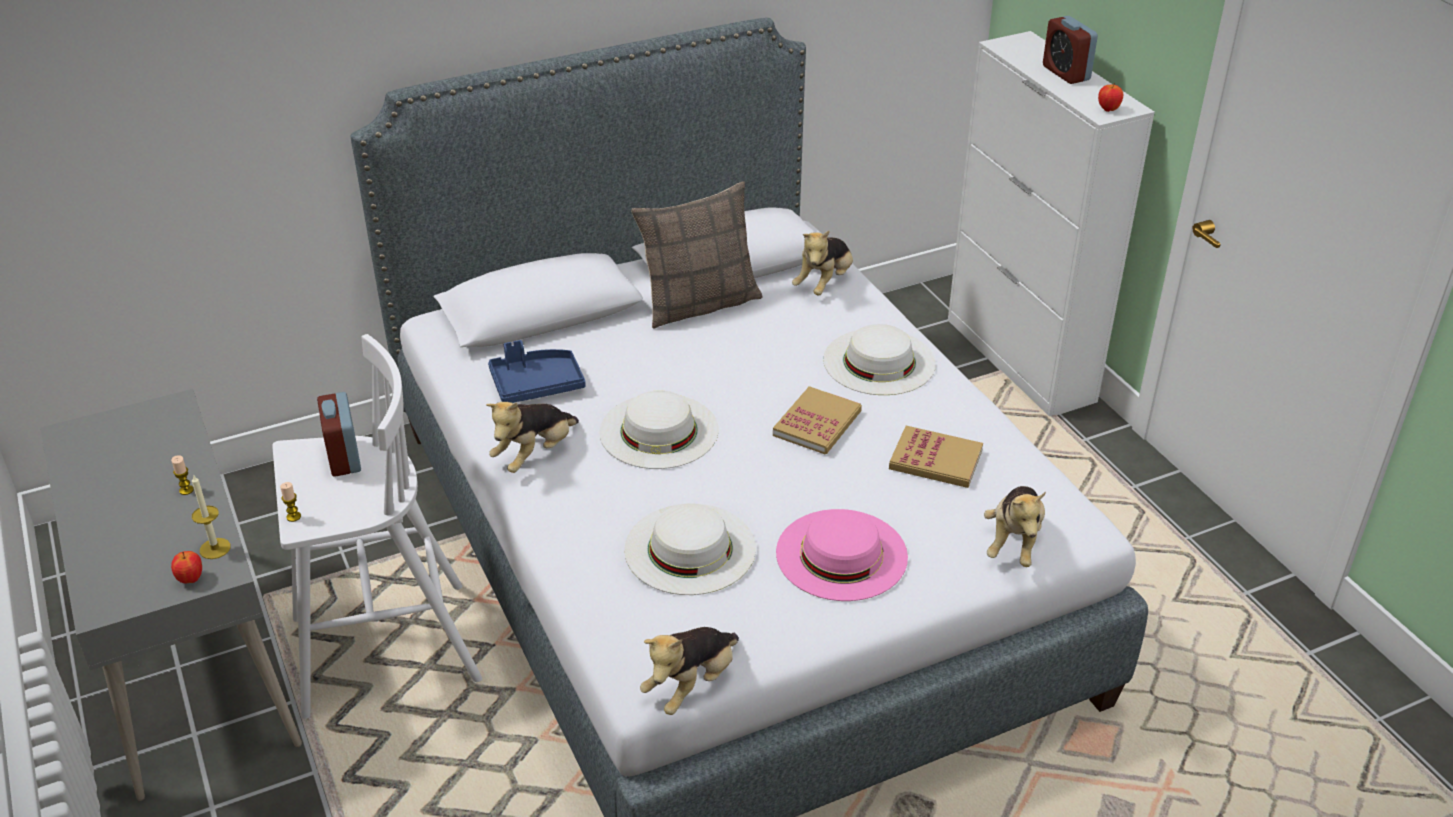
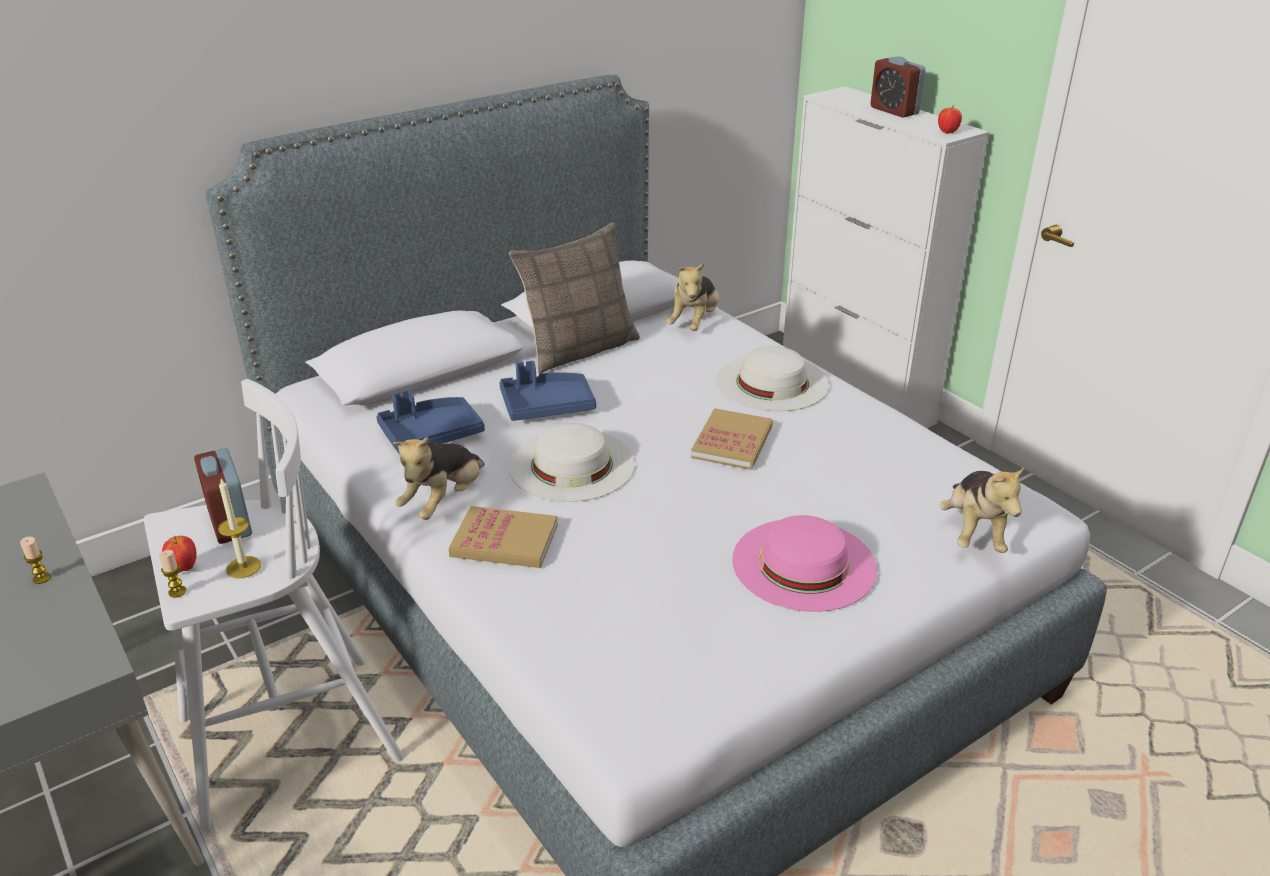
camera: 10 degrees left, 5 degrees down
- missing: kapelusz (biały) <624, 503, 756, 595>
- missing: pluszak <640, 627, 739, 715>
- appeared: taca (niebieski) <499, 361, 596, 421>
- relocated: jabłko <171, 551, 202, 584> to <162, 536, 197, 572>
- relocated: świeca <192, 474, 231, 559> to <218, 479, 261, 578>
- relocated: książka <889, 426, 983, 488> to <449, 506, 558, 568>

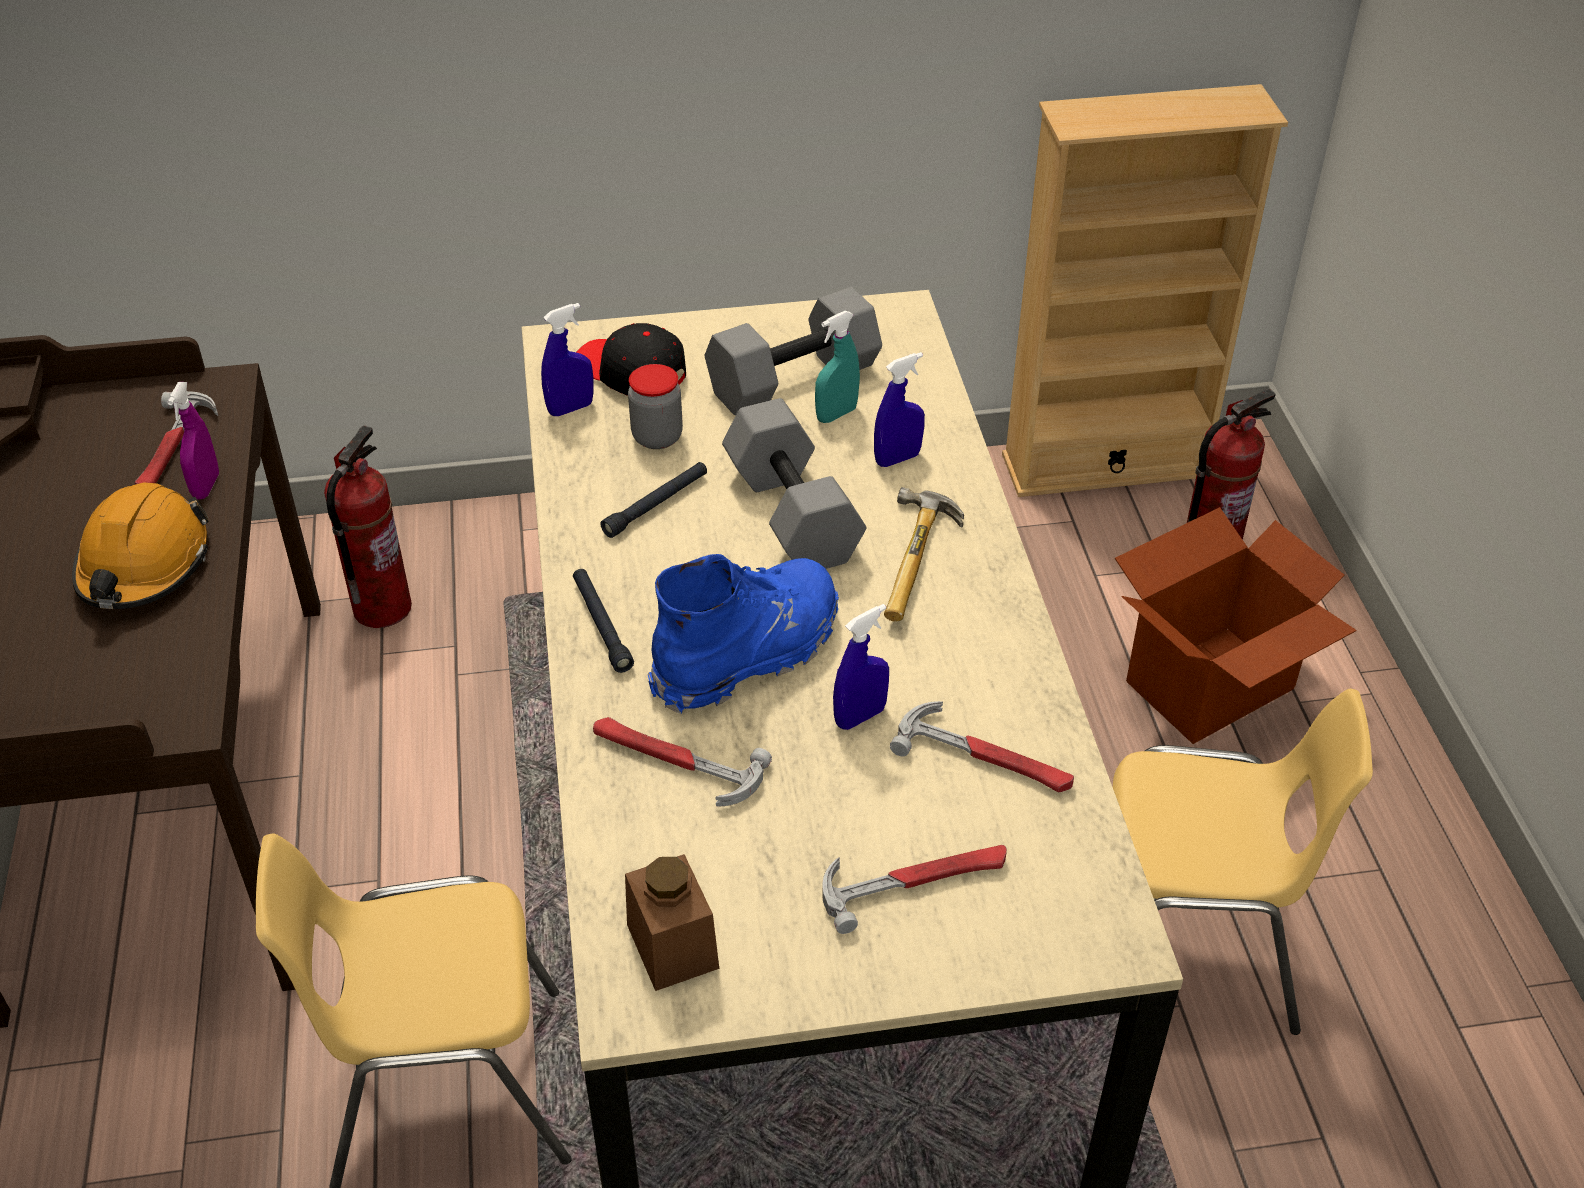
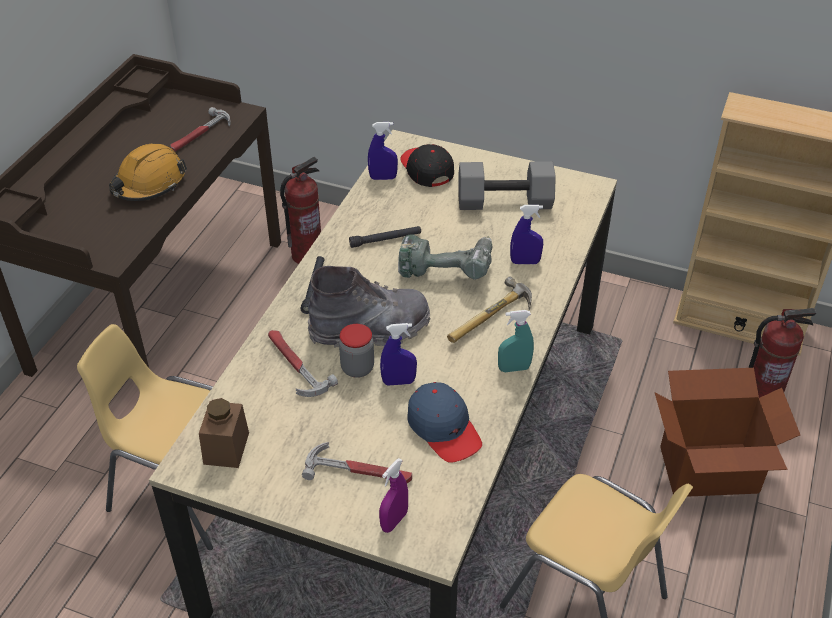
camera: 30 degrees right, 0 degrees up
- relocated: spryskiwacz (fioletowy) <168, 382, 219, 500> to <379, 458, 408, 533>
- relocated: słoik <628, 364, 683, 449> to <339, 324, 374, 378>
- relocated: spryskiwacz (turkusowy) <815, 311, 860, 423> to <498, 310, 534, 372>
- exchanged: hantel (szary) <722, 398, 867, 569> to wiertarka <398, 234, 492, 280>
- exchanged: młotek <890, 701, 1074, 792> to czapka z daszkiem (niebieski) <407, 382, 482, 463>
- colour: but z cholewką (niebieski) <648, 554, 839, 714> to but z cholewką (szary) <308, 266, 430, 348>

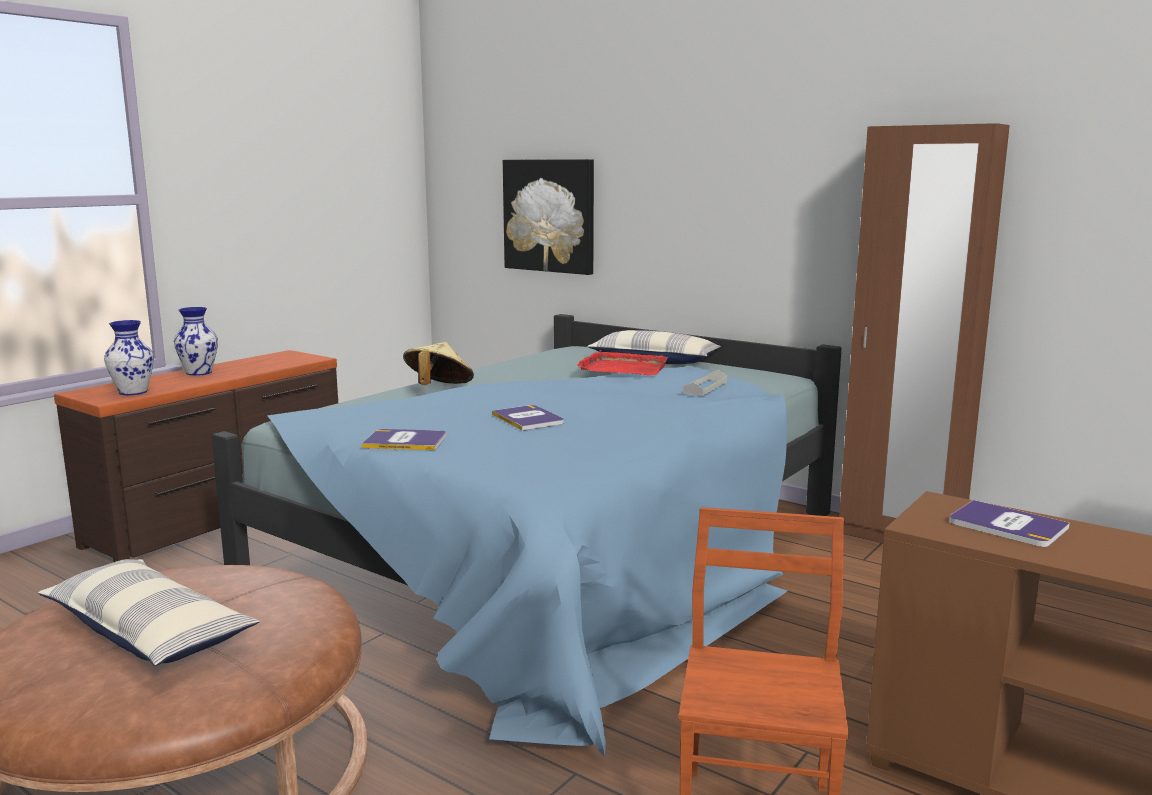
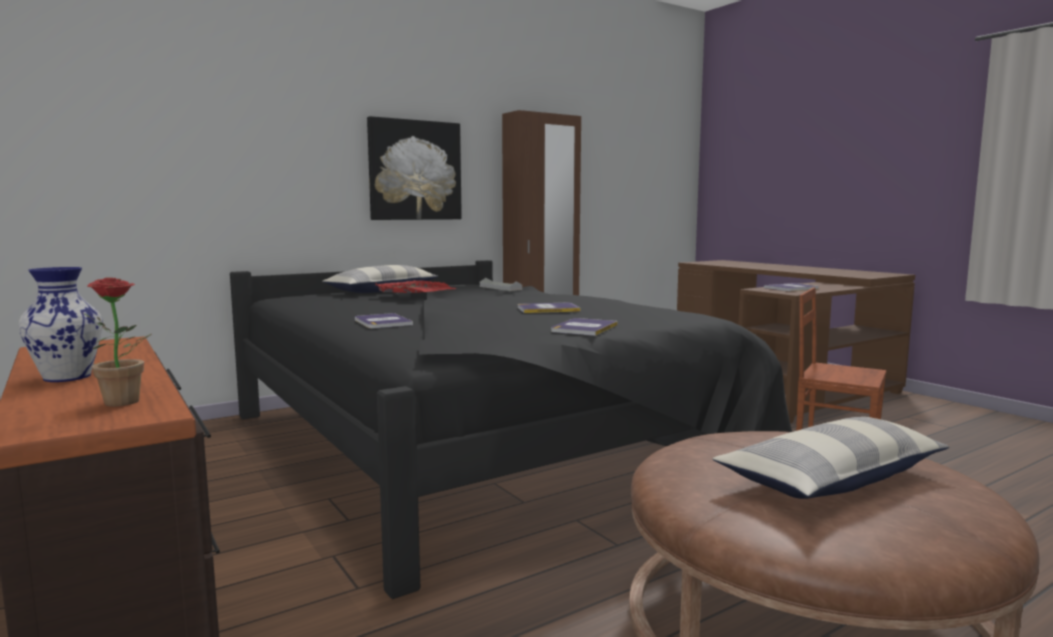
camera: 70 degrees left, 5 degrees down
- relocated: obraz <503, 159, 594, 275> to <367, 116, 462, 220>
- exchanged: wazon <104, 320, 154, 395> to roślina doniczkowa <83, 277, 151, 407>
- exchanged: kapelusz (beżowy) <403, 342, 474, 385> to książka <355, 313, 413, 328>
- colour: łóżko (niebieski) <212, 314, 842, 757> to łóżko (czarny) <230, 260, 792, 599>

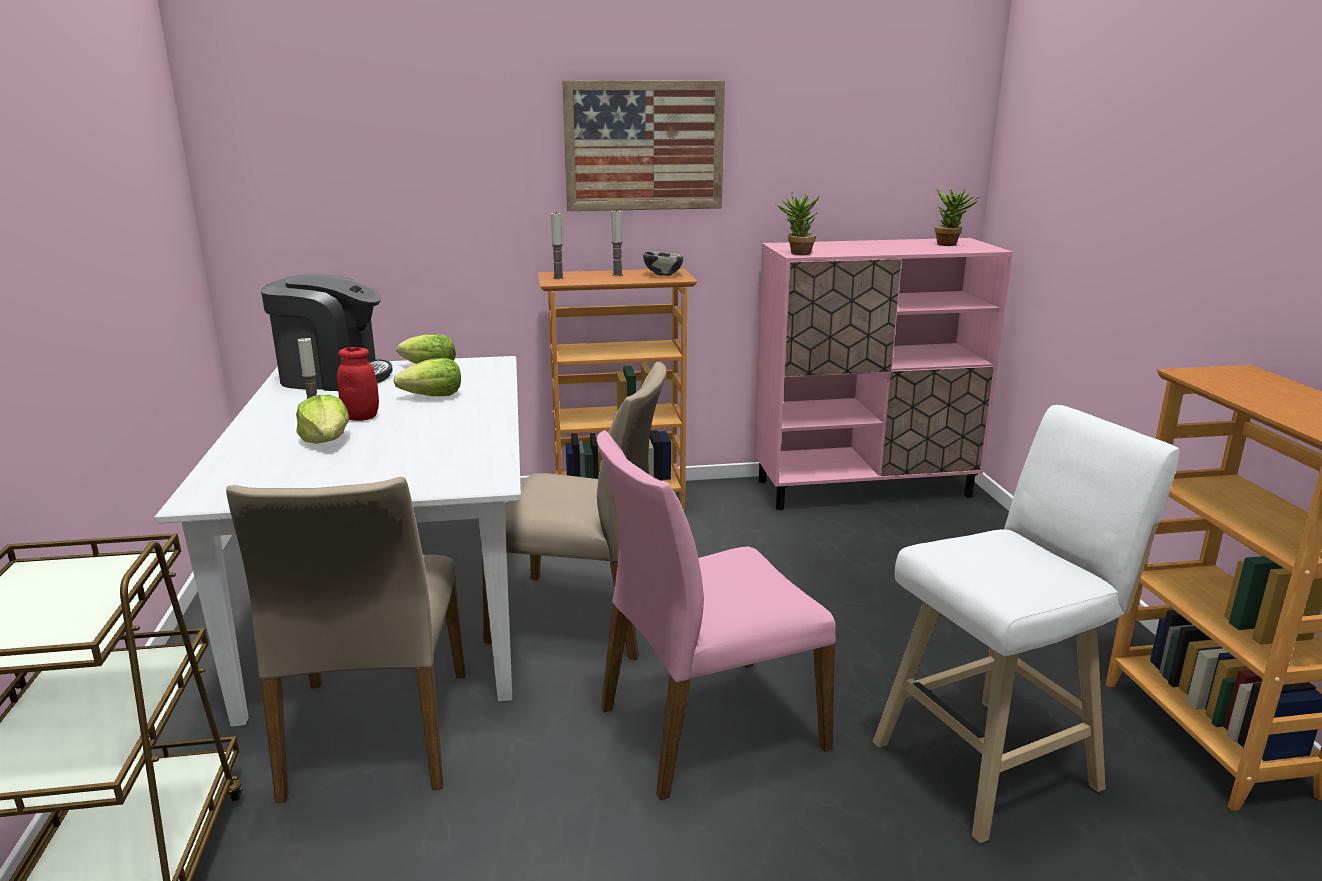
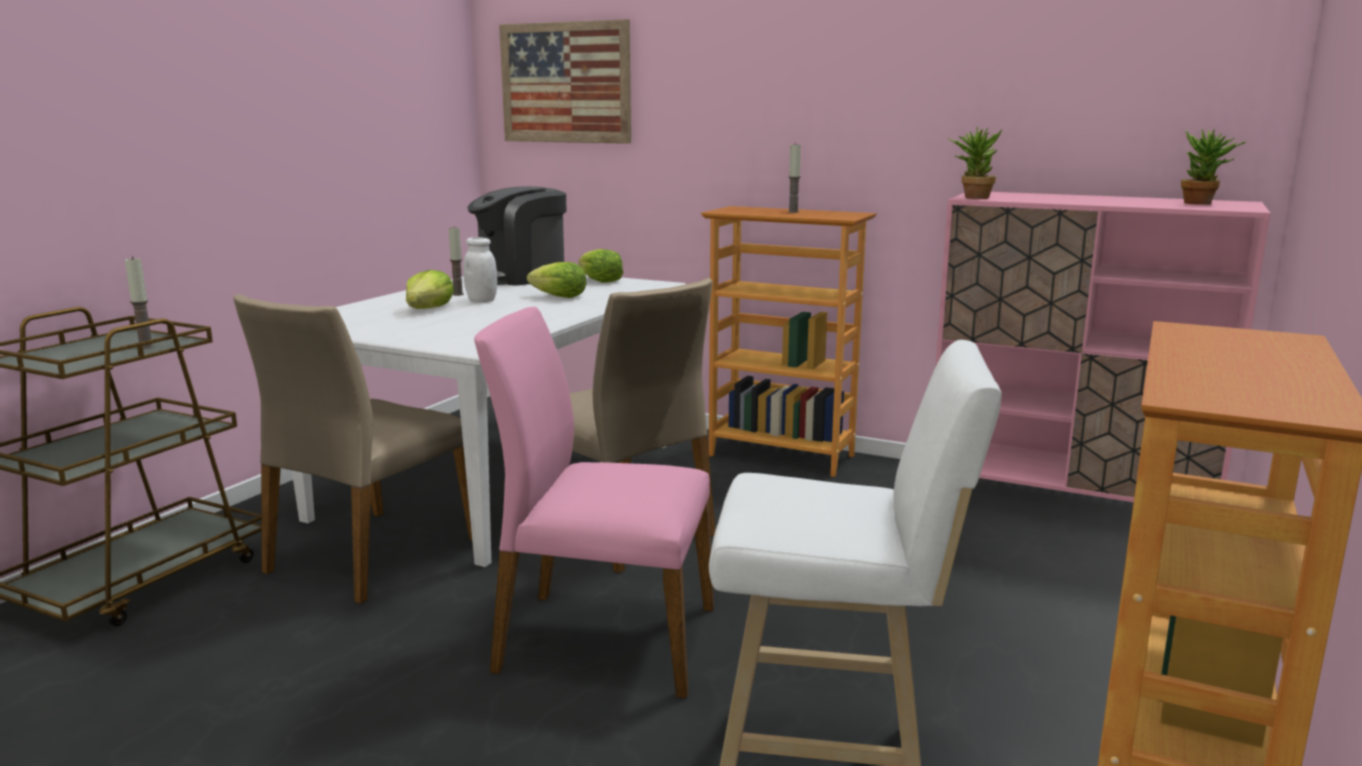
camera: 35 degrees right, 5 degrees down
- missing: miska <643, 252, 683, 276>
- relocated: świeca <551, 213, 564, 279> to <125, 256, 155, 349>
- relocated: obraz <562, 80, 725, 211> to <499, 19, 631, 144>
- colour: słoik (czerwony) <337, 347, 379, 421> to słoik (biały) <463, 237, 497, 303>
- spun: ekspres do kawy <261, 274, 392, 391> = <468, 187, 566, 286> 105 degrees clockwise

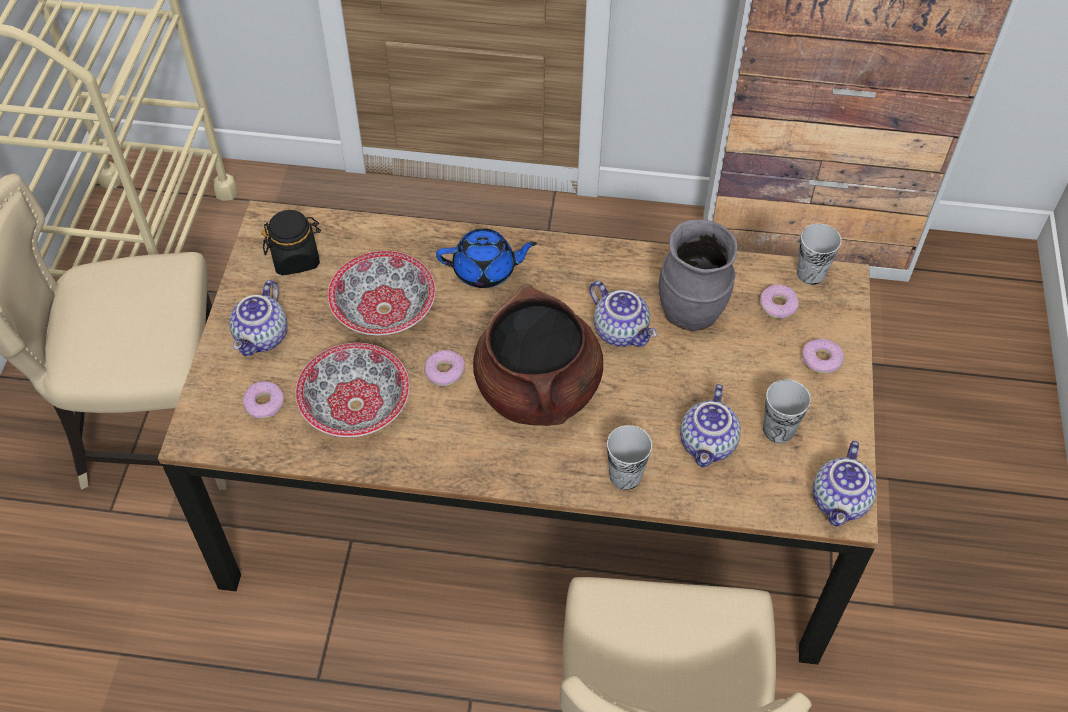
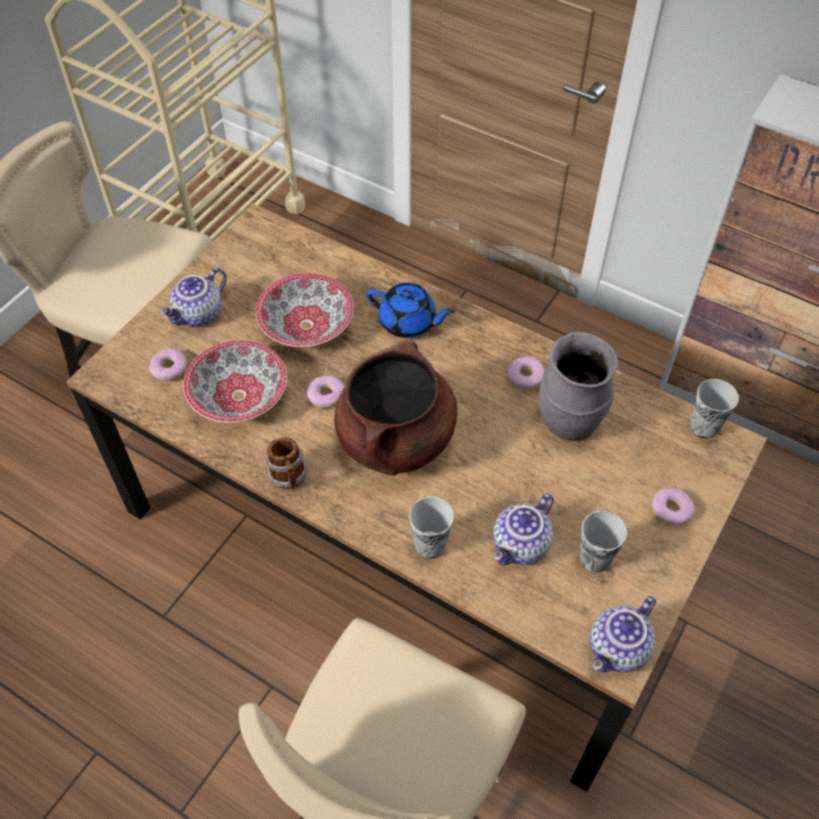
camera: 25 degrees right, 0 degrees up
- missing: słoik (czarny) <261, 210, 321, 276>
- missing: imbryk <590, 281, 657, 347>
- appeared: kubek <265, 437, 307, 489>
- relocated: donut <759, 284, 799, 319> to <507, 357, 545, 389>

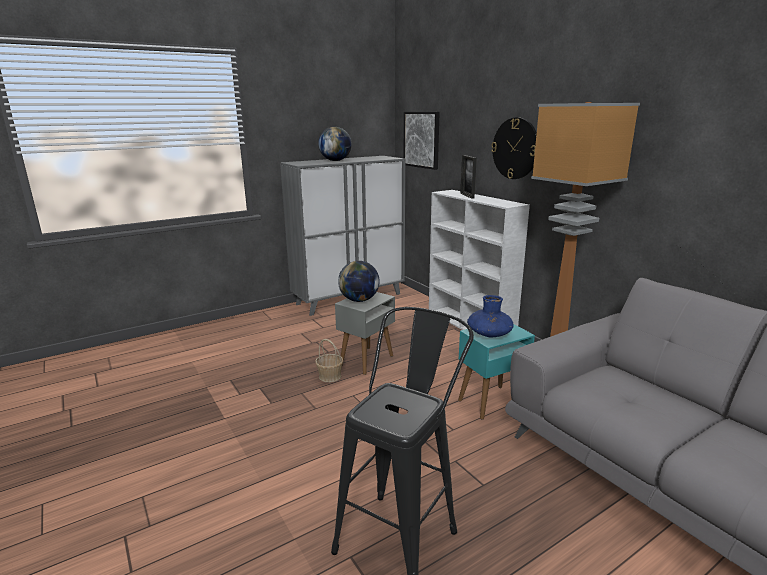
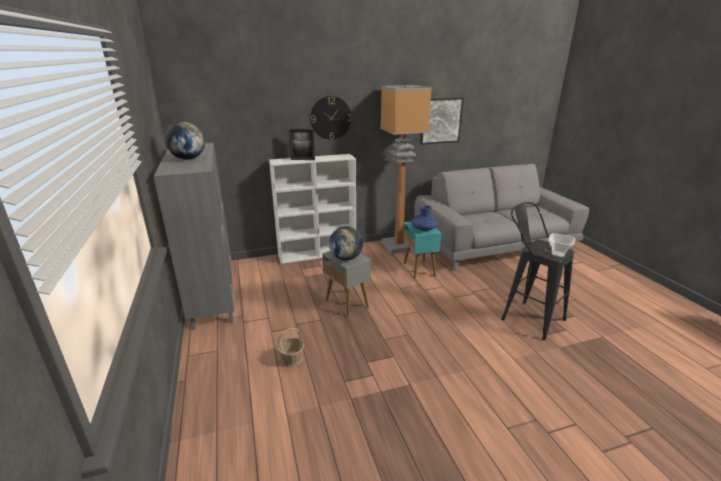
camera: 75 degrees left, 5 degrees up
- appeared: miska <548, 233, 575, 258>
- relocated: koszyk <315, 339, 343, 382> to <277, 328, 304, 367>
- relocated: obraz <404, 112, 440, 170> to <420, 98, 464, 145>

